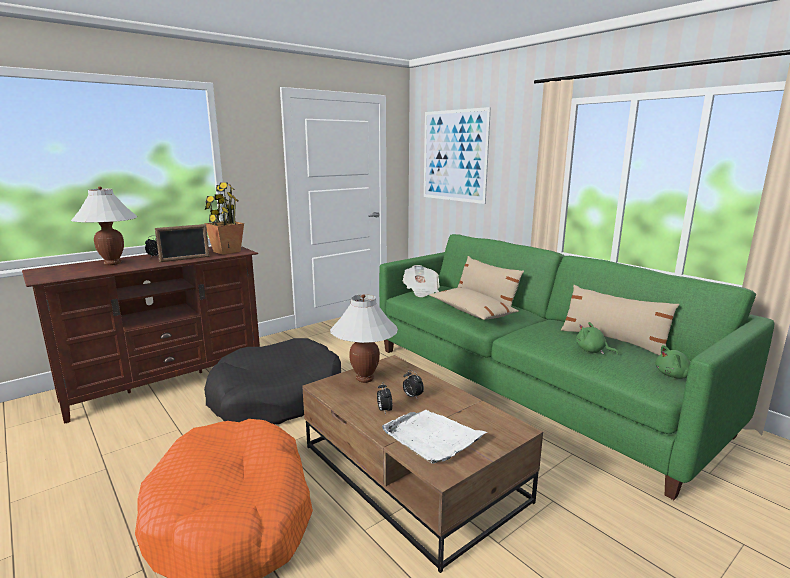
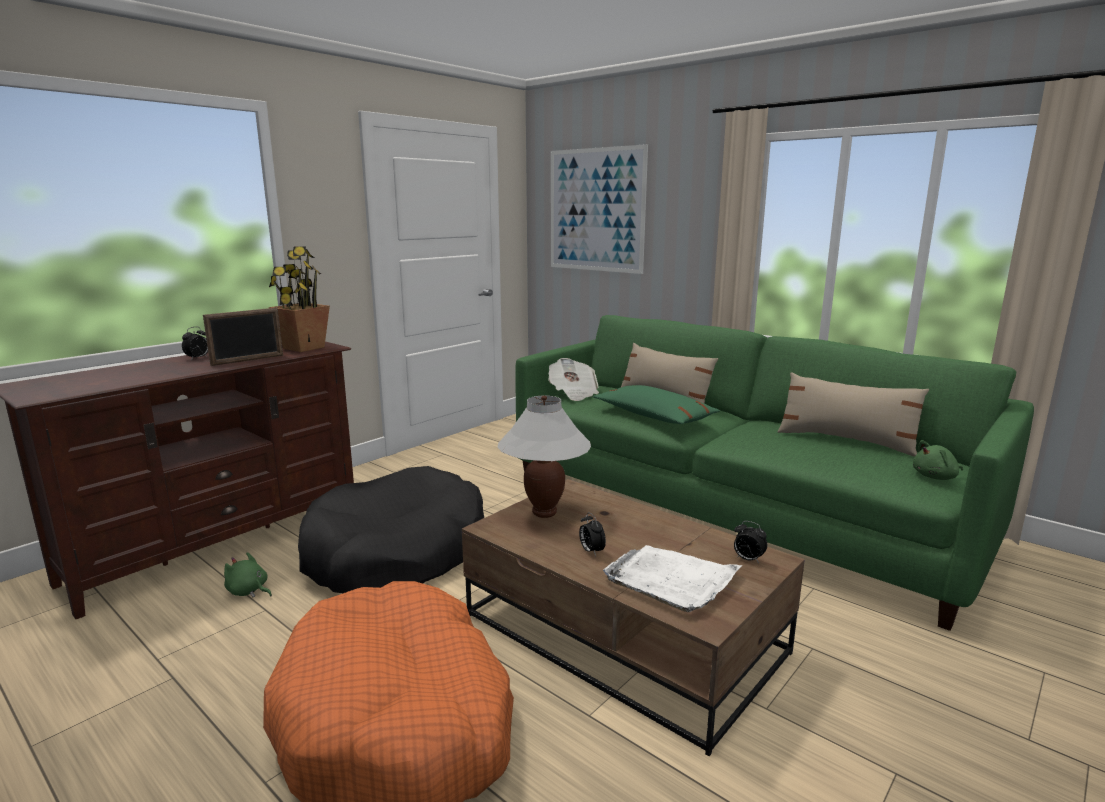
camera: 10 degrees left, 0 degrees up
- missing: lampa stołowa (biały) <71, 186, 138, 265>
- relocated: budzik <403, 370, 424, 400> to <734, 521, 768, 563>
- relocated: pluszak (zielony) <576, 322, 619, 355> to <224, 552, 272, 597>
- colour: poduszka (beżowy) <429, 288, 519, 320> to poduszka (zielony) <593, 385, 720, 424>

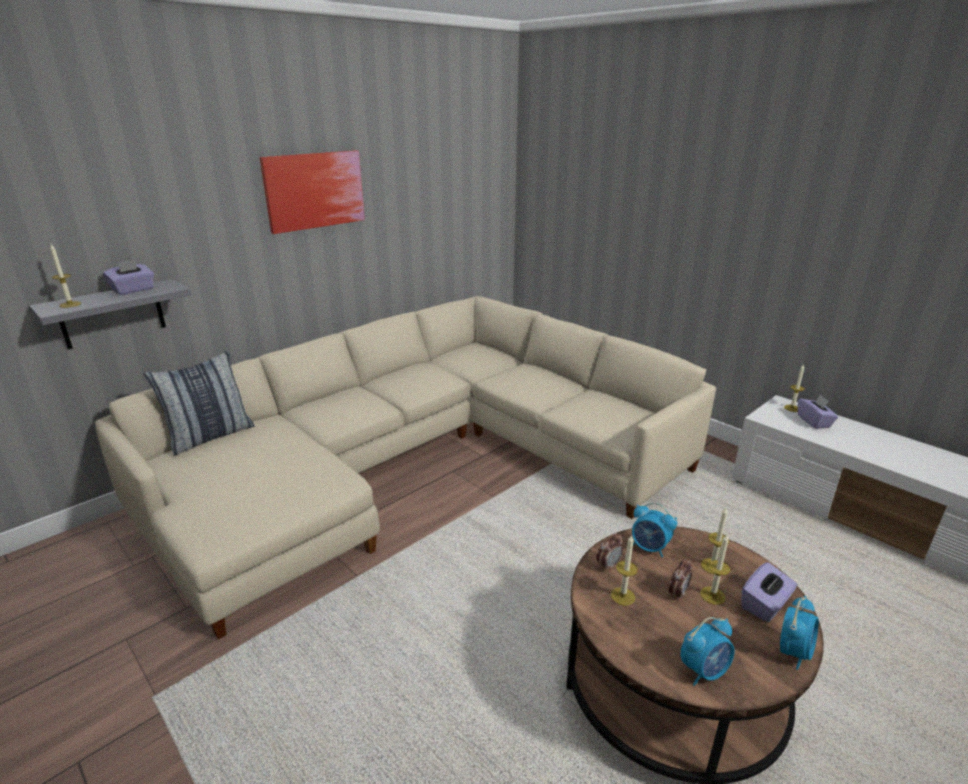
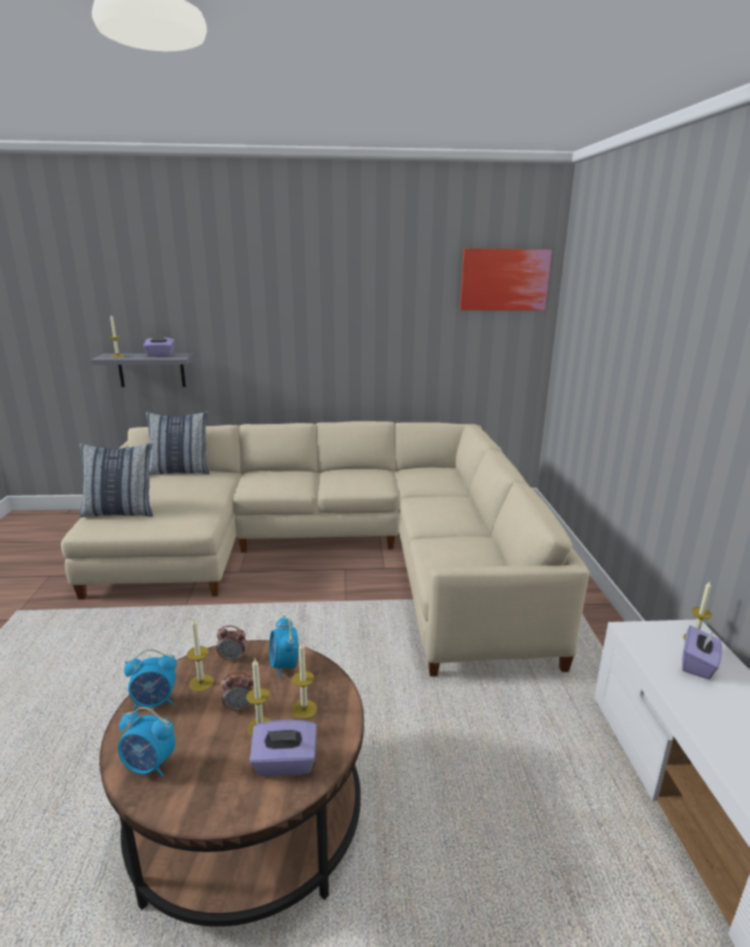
camera: 40 degrees right, 5 degrees down
- appeared: poduszka <79, 443, 153, 517>
- relocated: obraz <260, 150, 365, 234> to <460, 249, 552, 311>
- relocated: budzik <780, 596, 819, 670> to <124, 649, 177, 711>

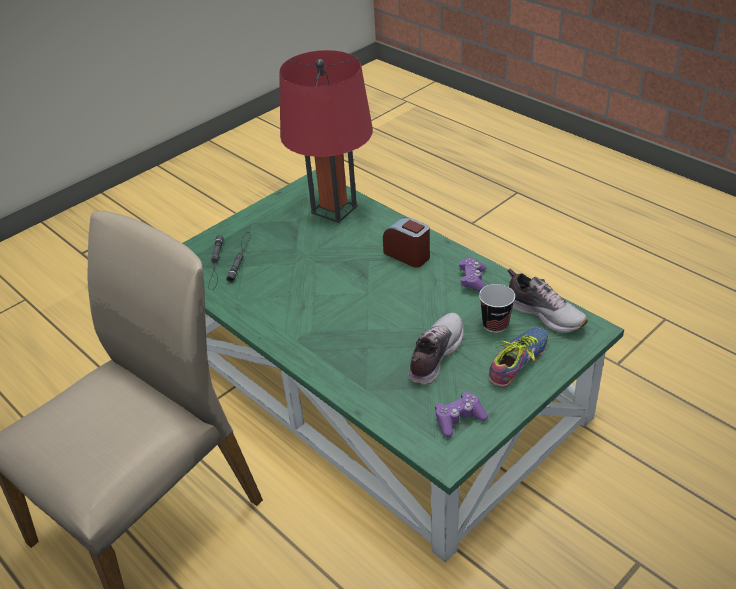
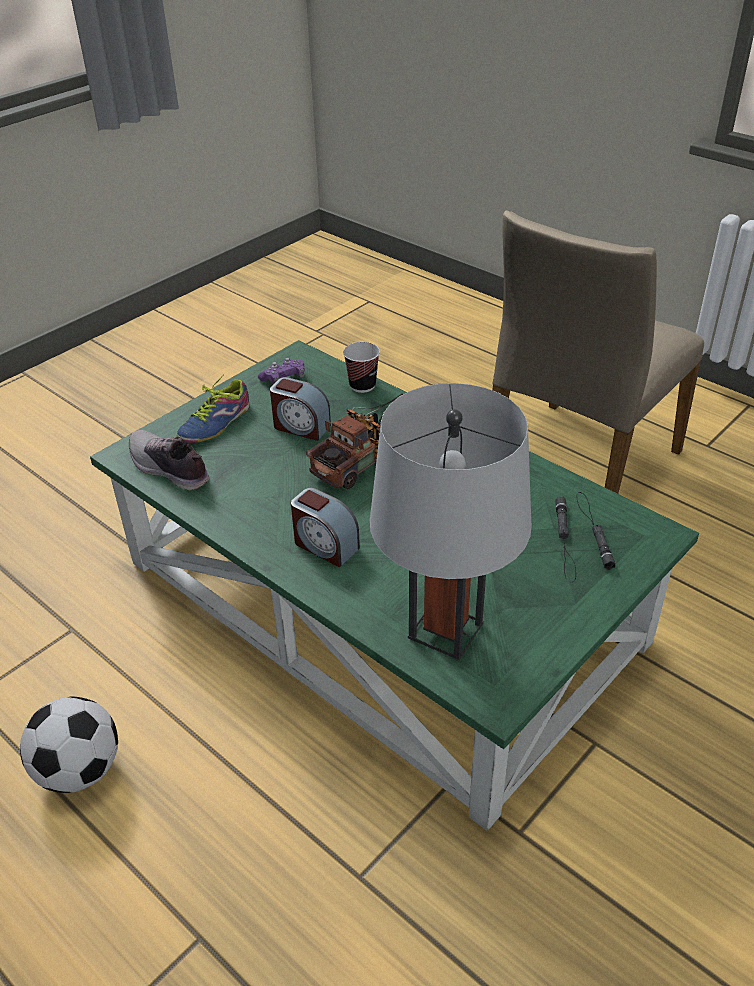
camera: 175 degrees right, 0 degrees up
- missing: pad do gier (fioletowy) <459, 258, 487, 292>
- appeared: piłka futbolowa <20, 696, 118, 793>
- appeared: ciężarówka zabawkowa <306, 394, 403, 489>
- relocated: filiżanka <479, 284, 515, 333> to <343, 342, 380, 393>
- exchanged: but <408, 313, 464, 385> to budzik <270, 377, 331, 441>
- colour: lampa stołowa (czerwony) <279, 50, 373, 223> to lampa stołowa (szary) <370, 383, 532, 660>

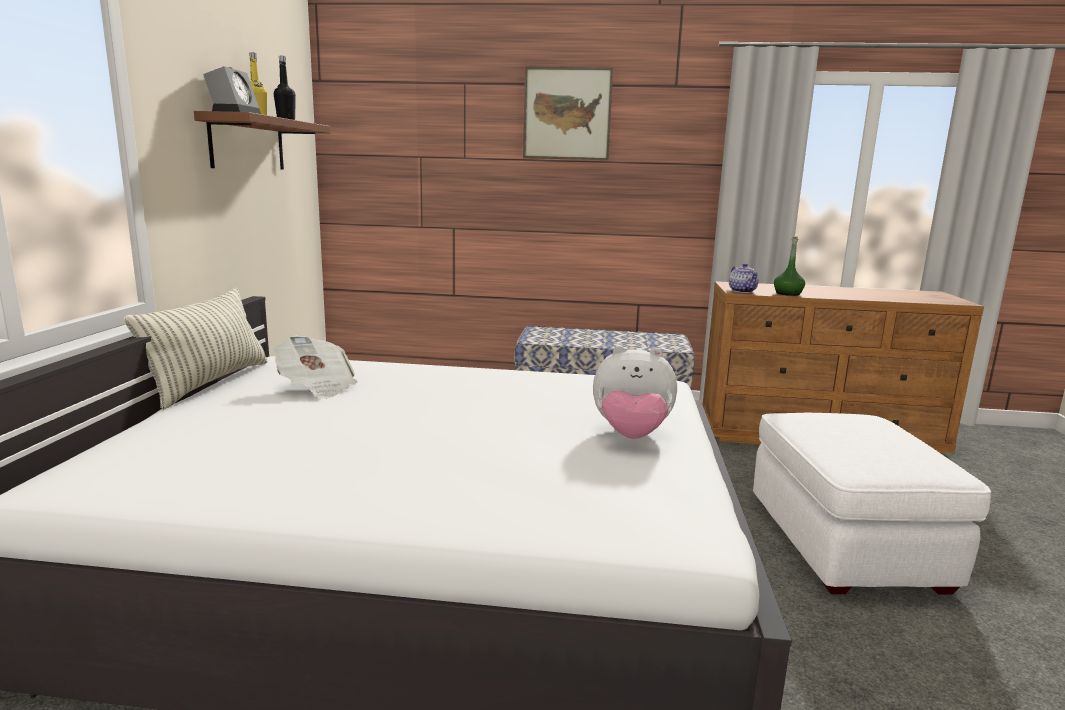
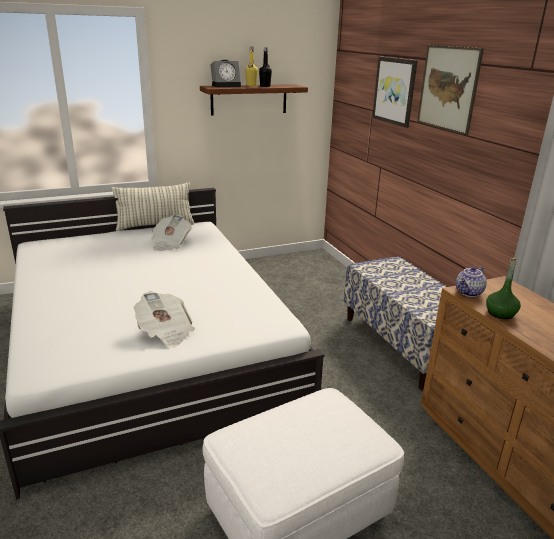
camera: 60 degrees right, 10 degrees up
- appeared: obraz <372, 56, 418, 128>
- exchanged: pluszak <593, 346, 677, 439> to gazeta <134, 291, 195, 347>

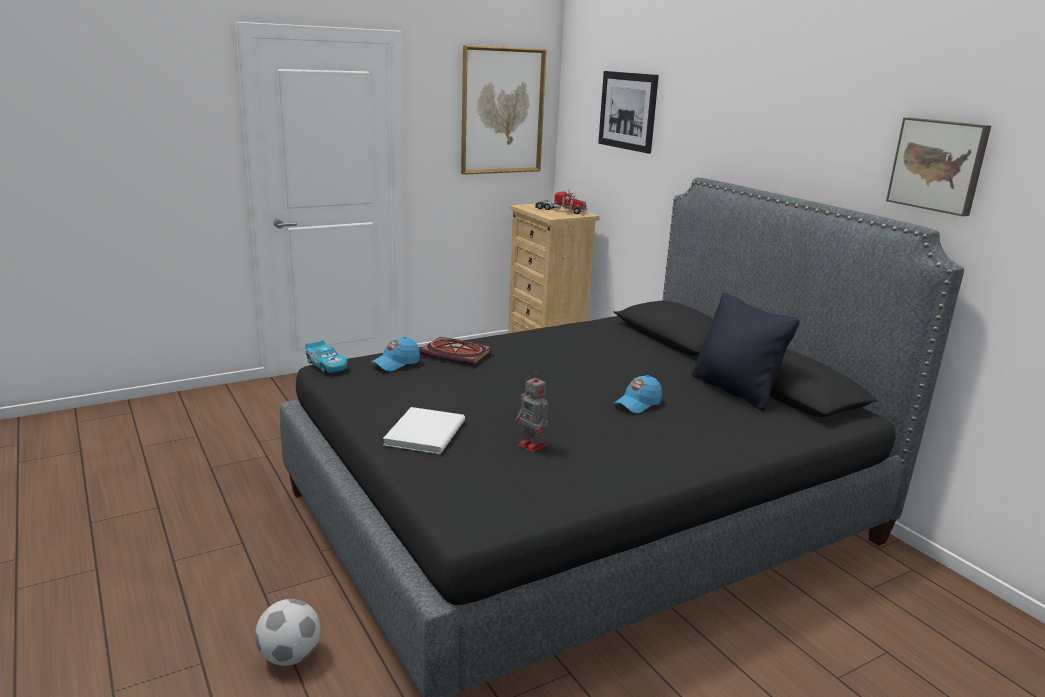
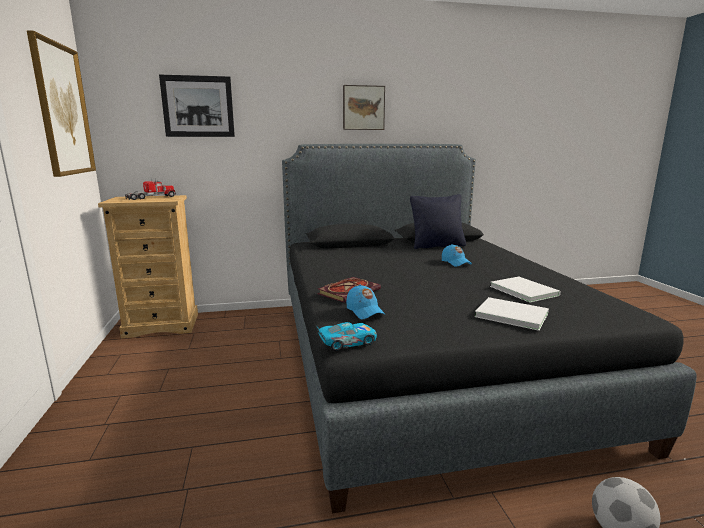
camera: 70 degrees left, 5 degrees down
- relocated: obraz <886, 117, 991, 216> to <343, 85, 385, 130>
- exchanged: robot zabawkowy <515, 372, 552, 453> to książka (biały) <490, 277, 561, 303>

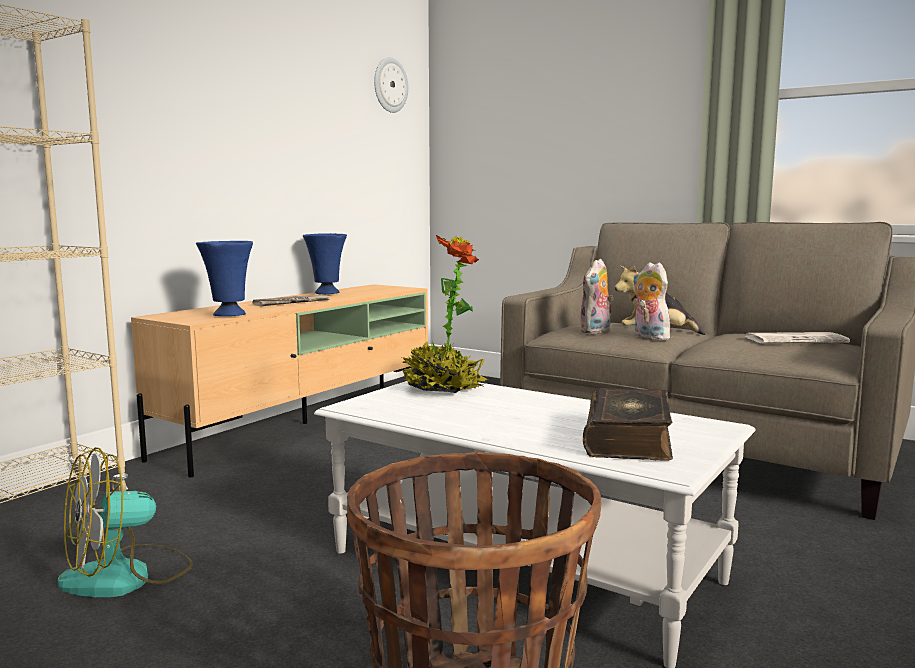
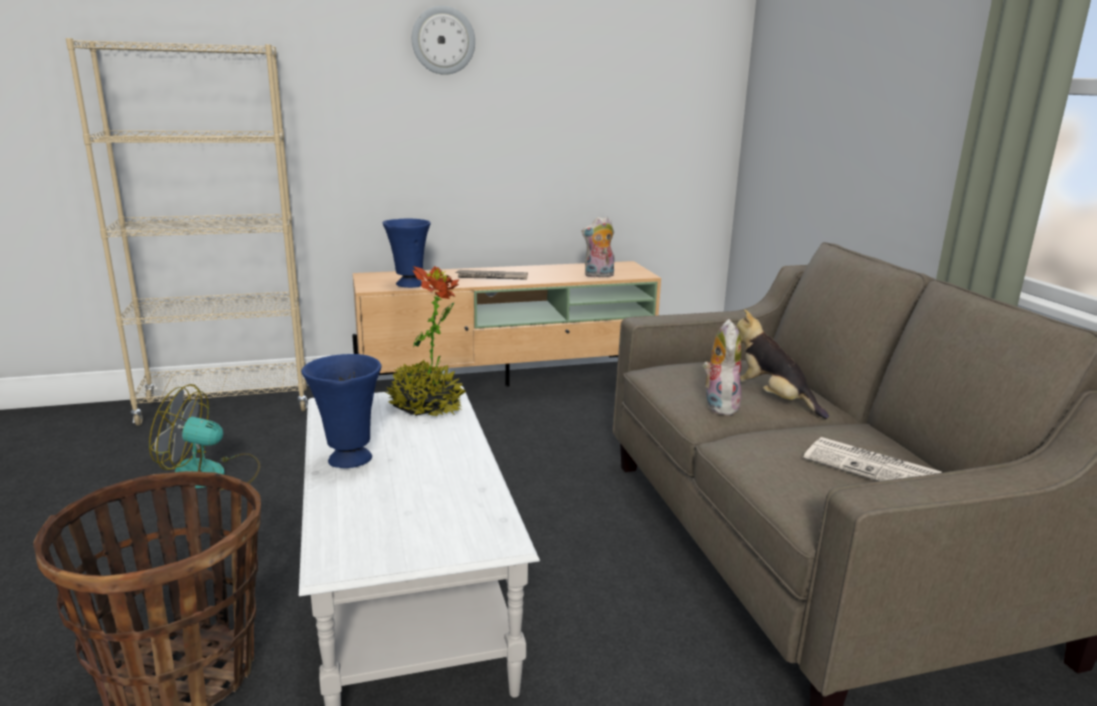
camera: 40 degrees right, 10 degrees up
- missing: książka <583, 388, 673, 461>
- relocated: wazon (niebieski) <303, 233, 347, 295> to <301, 354, 381, 468>
- relocated: zegar ścienny <374, 57, 408, 113> to <412, 6, 475, 75>
- relocated: pluszak <580, 259, 614, 334> to <581, 216, 615, 277>

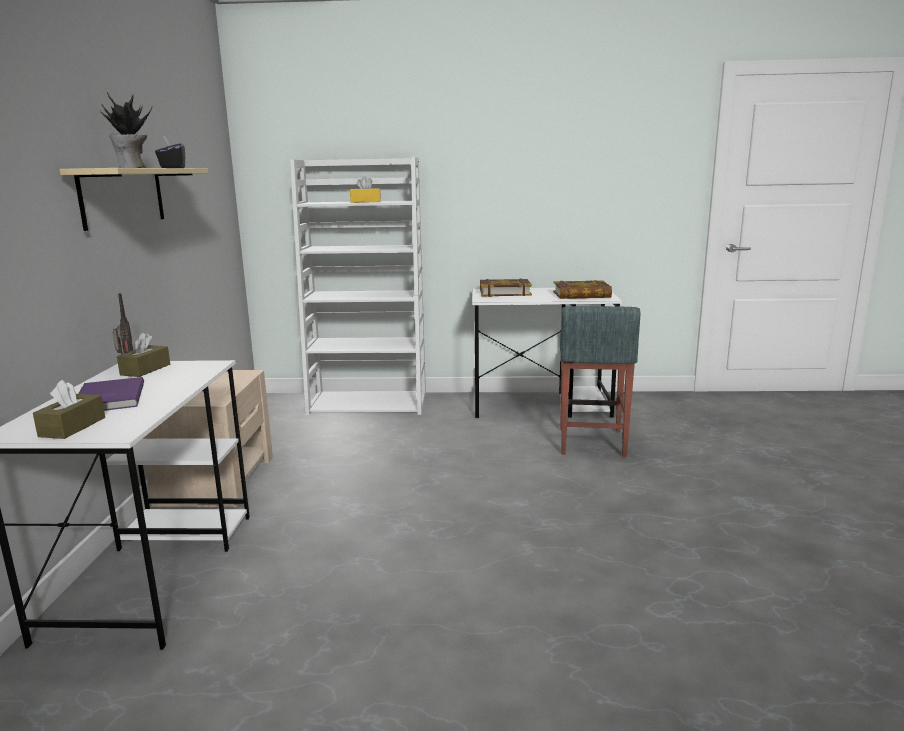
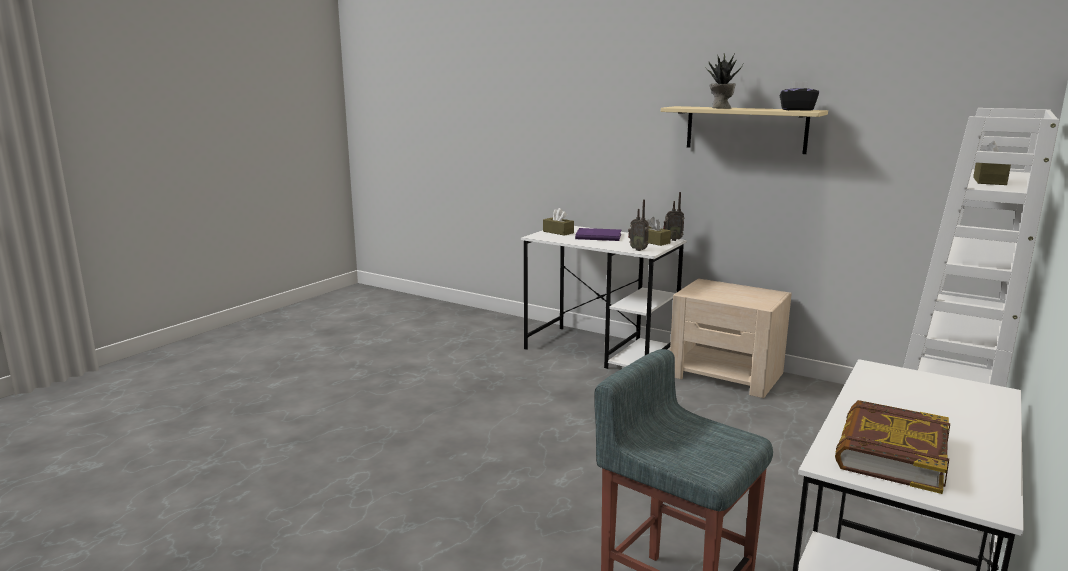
camera: 120 degrees right, 0 degrees up
- missing: książka <480, 278, 532, 297>
- appeared: radio <628, 200, 649, 251>
- colour: pudełko chusteczek (żółty) <350, 176, 381, 203> to pudełko chusteczek (brązowy) <973, 141, 1011, 185>

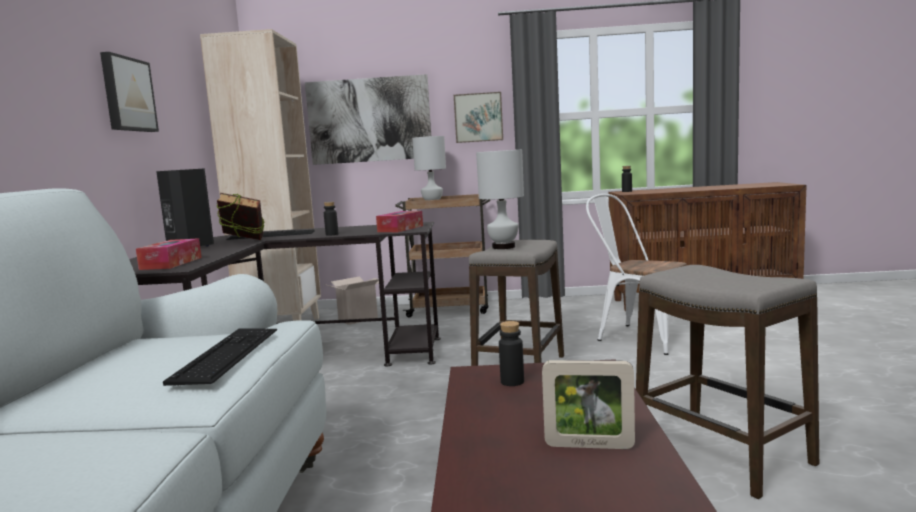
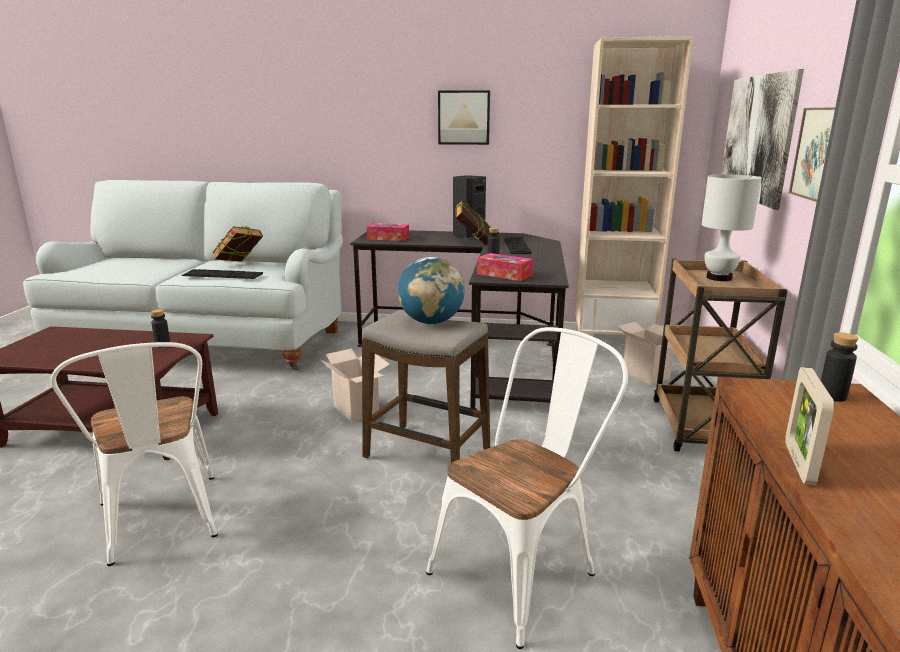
camera: 95 degrees right, 10 degrees up
- appeared: książka <212, 226, 263, 262>
- appeared: karton <319, 348, 390, 422>
- relocated: ramka na zdjęcie <542, 360, 635, 449> to <785, 367, 834, 485>
- exchanged: lampa stołowa (biały) <476, 150, 524, 249> to globus <398, 257, 465, 324>
- exchanged: stołek <636, 265, 819, 499> to krzesło (biały) <50, 342, 218, 566>

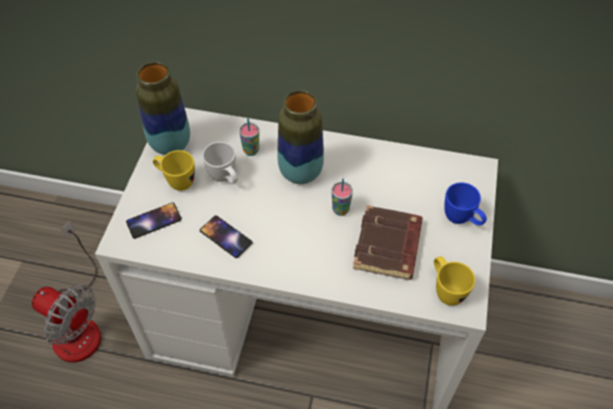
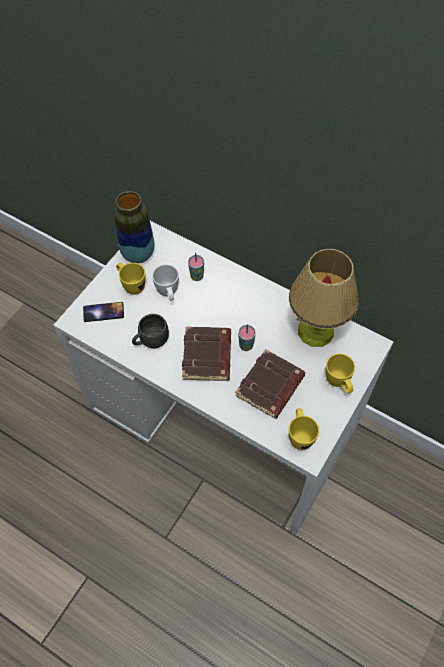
camera: 20 degrees right, 5 degrees up
- missing: wentylator <32, 220, 101, 362>
- missing: wazon <278, 90, 324, 184>
- appeared: książka (brązowy) <182, 327, 231, 381>
- appeared: lampa stołowa <289, 249, 358, 347>
- exchanged: telefon <200, 215, 253, 258> to kubek (szary) <132, 314, 169, 348>
- colour: kubek (niebieski) <444, 182, 487, 225> to kubek (żółty) <326, 353, 355, 394>

